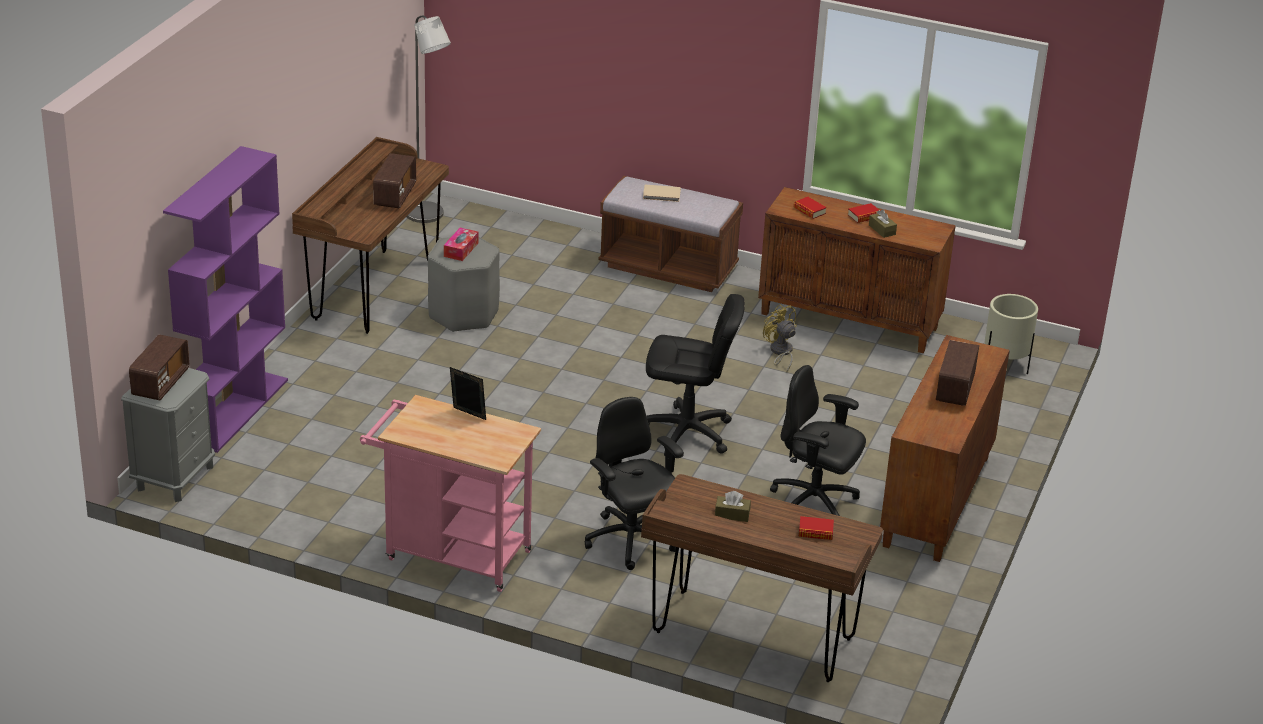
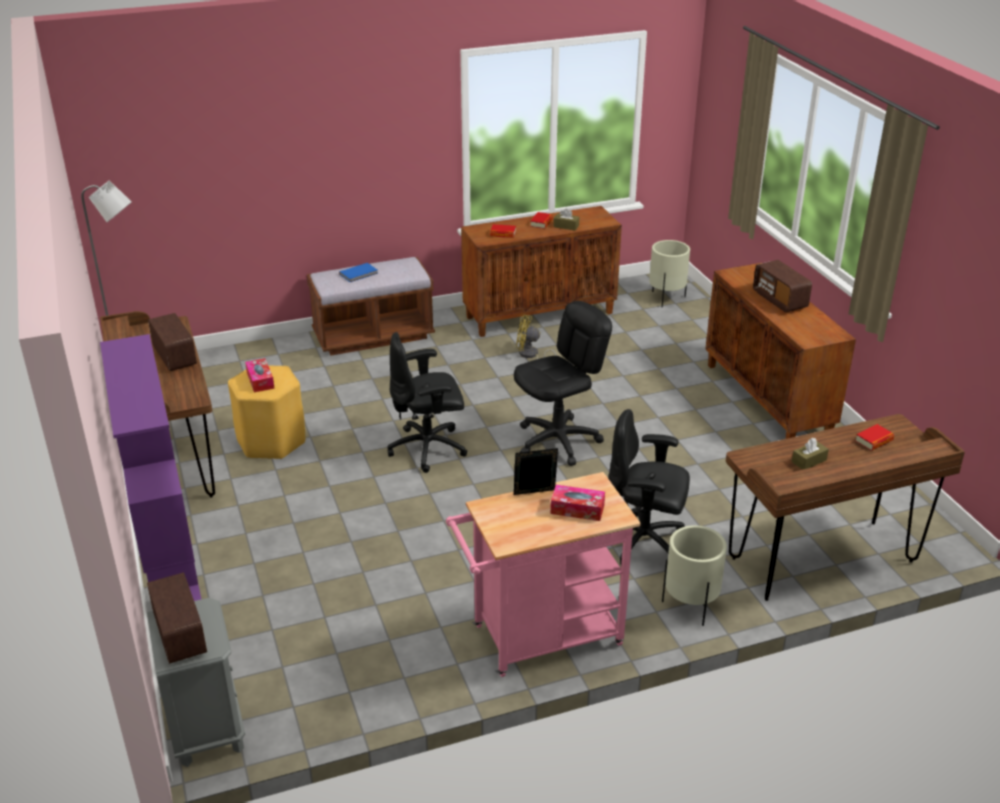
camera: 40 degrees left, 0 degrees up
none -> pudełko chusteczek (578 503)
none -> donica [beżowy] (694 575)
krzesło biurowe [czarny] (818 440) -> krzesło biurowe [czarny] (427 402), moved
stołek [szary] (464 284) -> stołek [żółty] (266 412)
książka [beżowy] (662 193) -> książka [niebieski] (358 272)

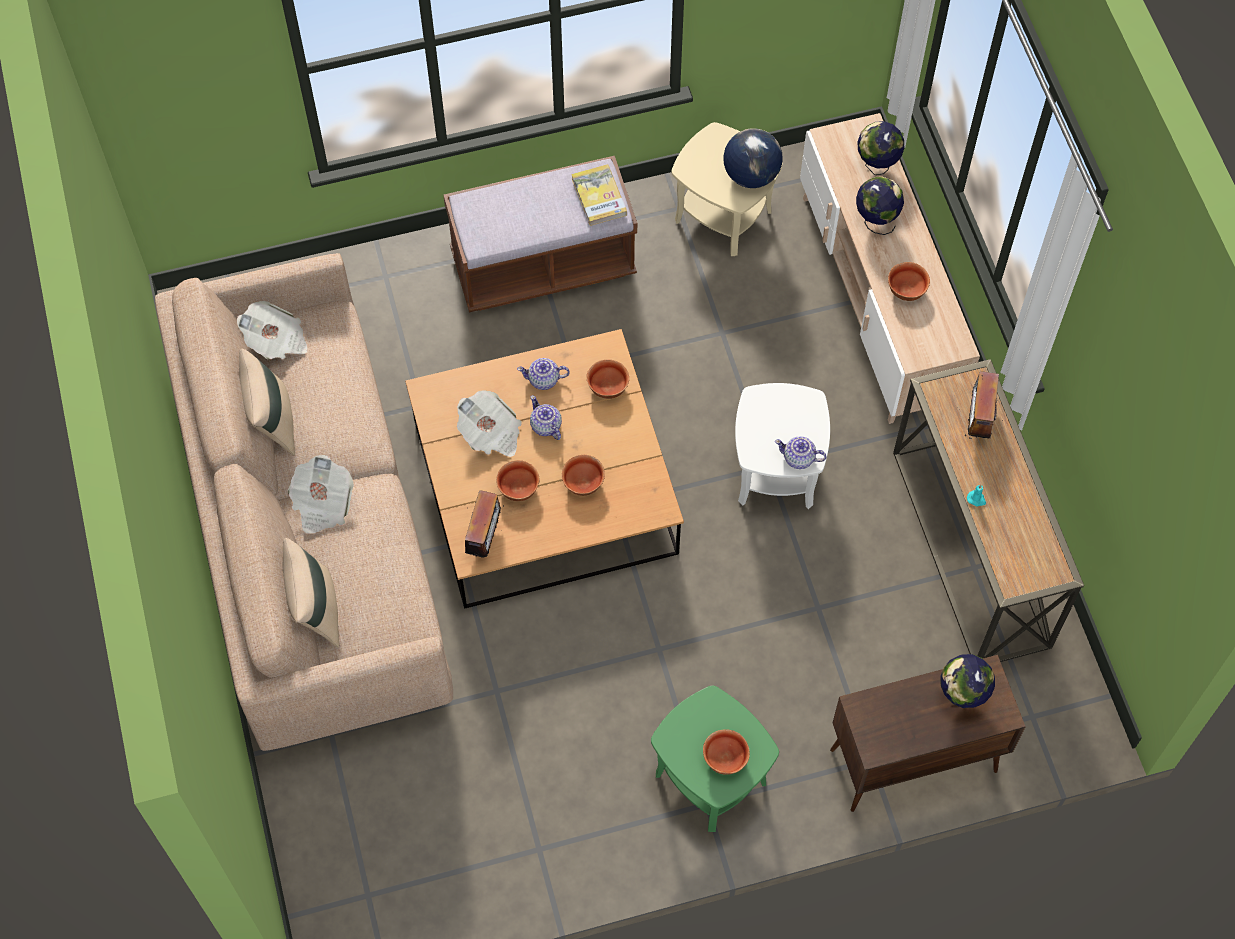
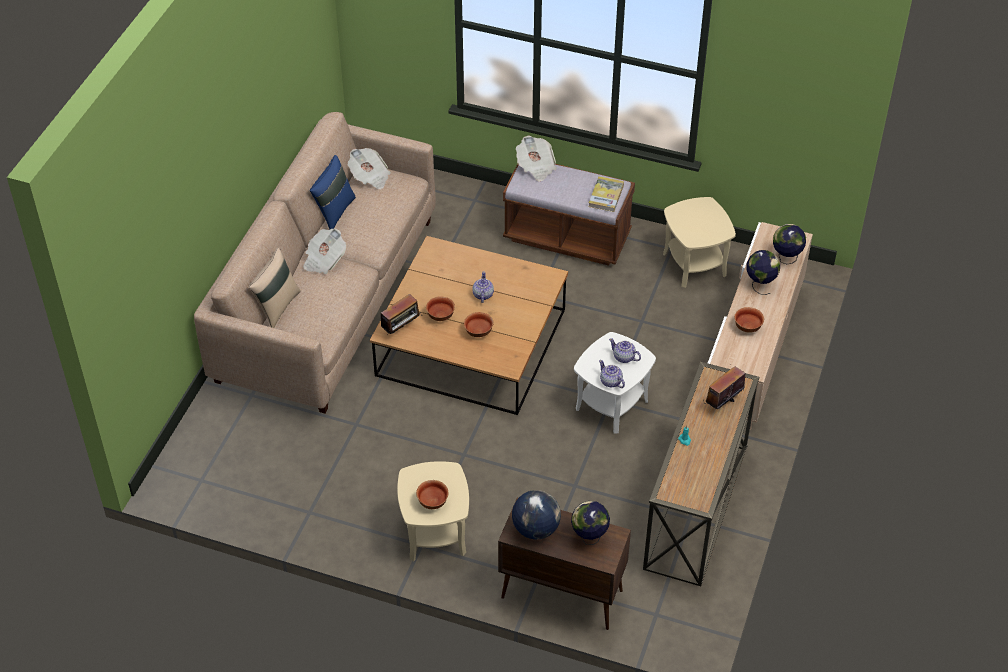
camera: 35 degrees right, 15 degrees down
miska (608 379) -> none
gazeta (489 424) -> gazeta (536 158), moved
imbryk (543 374) -> imbryk (625 350), moved
globus (753 158) -> globus (536 514), moved
poduszka [beżowy] (267 402) -> poduszka [niebieski] (333 192)
stolik [zielony] (715 759) -> stolik [beżowy] (433 511)

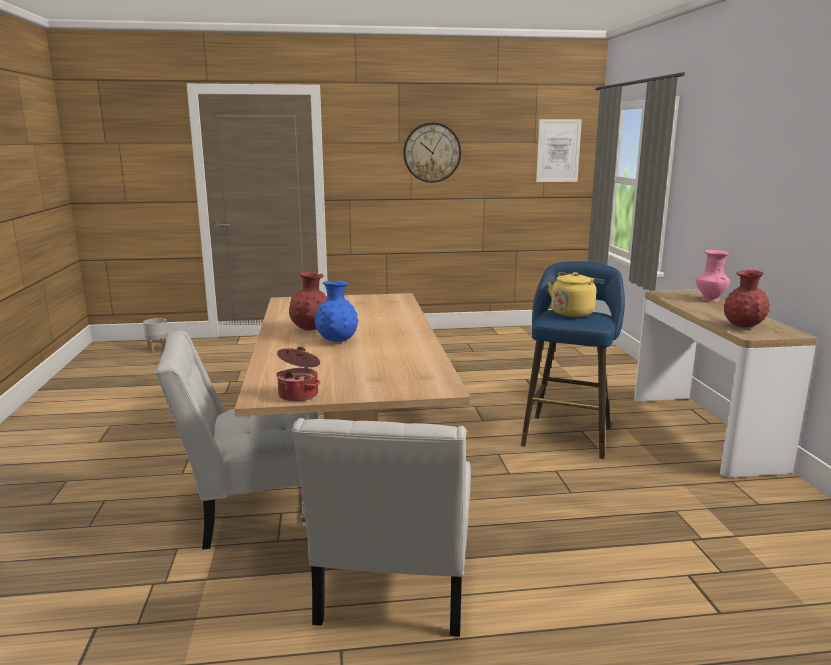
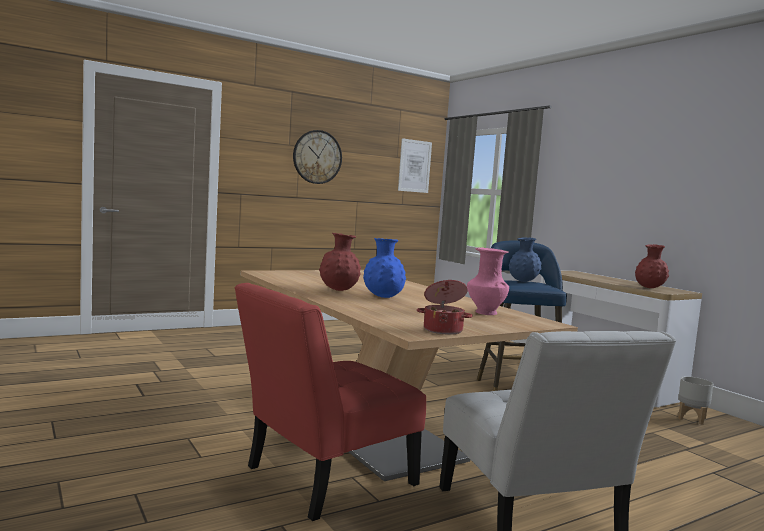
camera: 25 degrees left, 10 degrees down
donica [szary] (155 335) -> donica [szary] (695 400), moved
wazon [różowy] (713 276) -> wazon [różowy] (488 281), moved
czajnik [żółty] (576 294) -> wazon [niebieski] (525 259)
krzesło [biały] (238 440) -> krzesło [czerwony] (330 402)

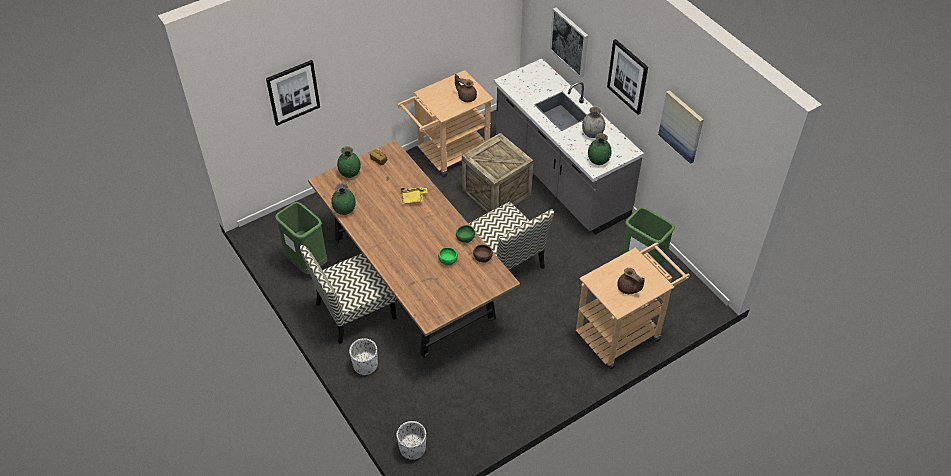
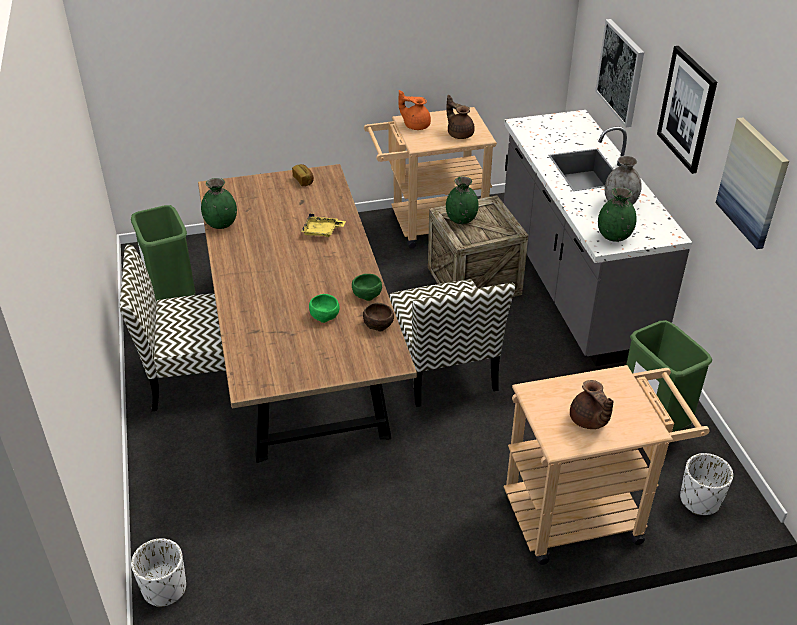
camera: 20 degrees right, 10 degrees down
obraz (293 93) -> none
none -> imbryk [pomarańczowy] (414 110)
wazon [zielony] (349 162) -> wazon [zielony] (462 200), moved
donica [biały] (363 356) -> donica [biały] (706 484), moved

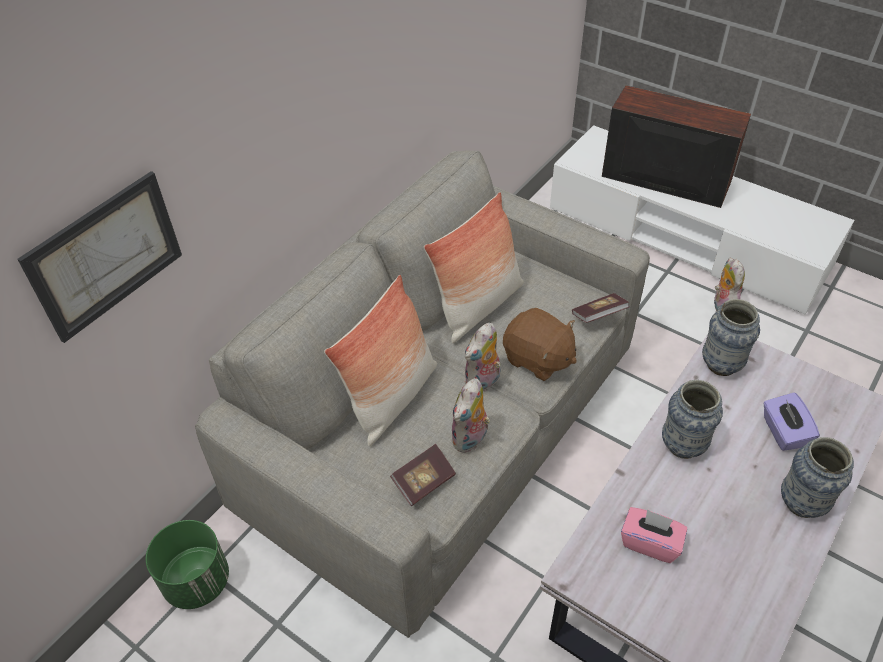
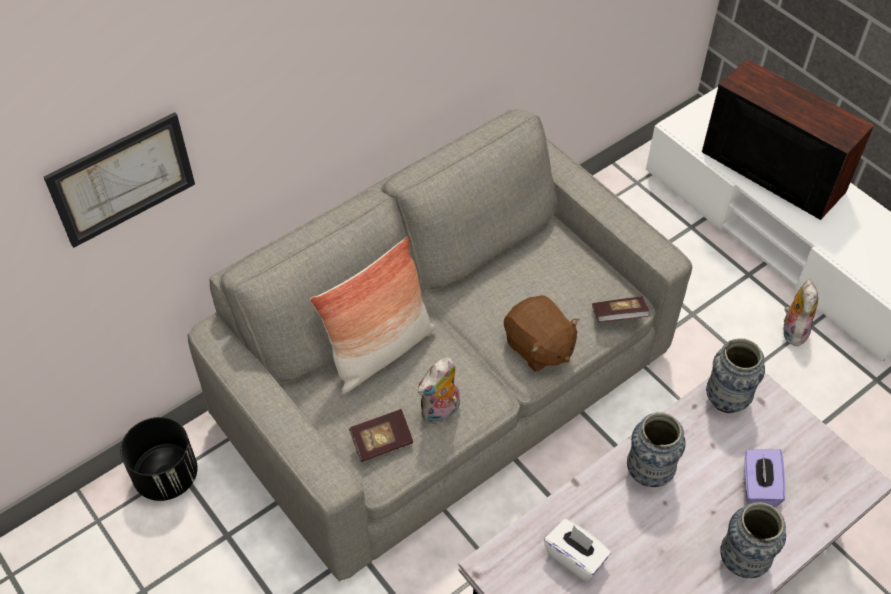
camera: 15 degrees right, 5 degrees up
poduszka (474 267) -> none
pluszak (482 357) -> none
donica [zielony] (187 564) -> donica [czarny] (159 459)
pudełko chusteczek [różowy] (654 535) -> pudełko chusteczek [biały] (577 550)

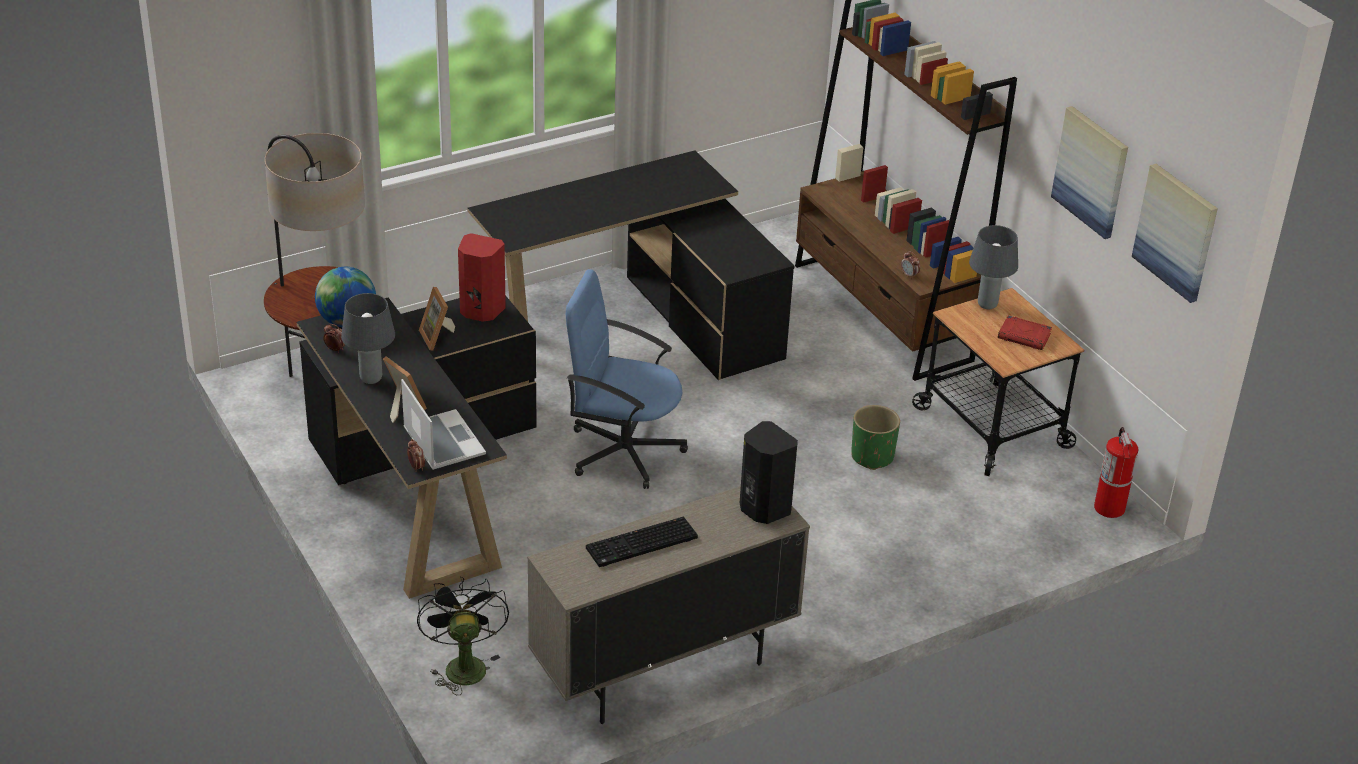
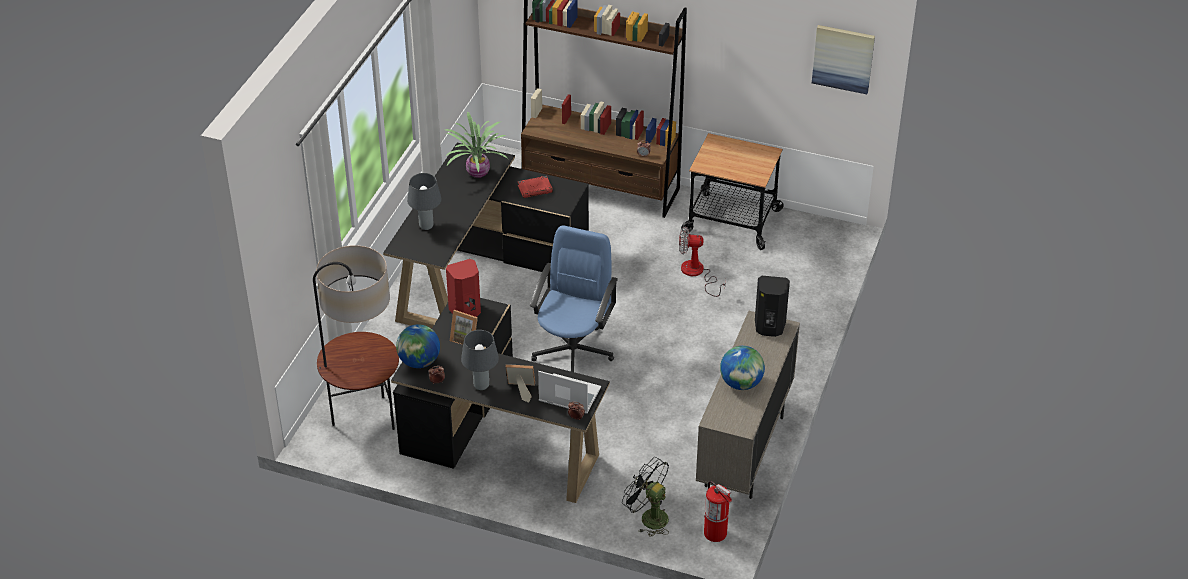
camera: 40 degrees left, 5 degrees up
obraz (1089 172) -> none
none -> roślina doniczkowa (476 145)
lampa stołowa [szary] (993 267) -> lampa stołowa [szary] (424 201), moved
książka [czerwony] (1025 332) -> książka [czerwony] (535 187), moved
gaśnica (1116 472) -> gaśnica (718 511), moved
klawiatura (642 542) -> globus (742 368)
donica [zielony] (875 437) -> wentylator (702 261)
krzesło biurowe [niebieski] (627 379) -> krzesło biurowe [niebieski] (574 298), 135 degrees clockwise

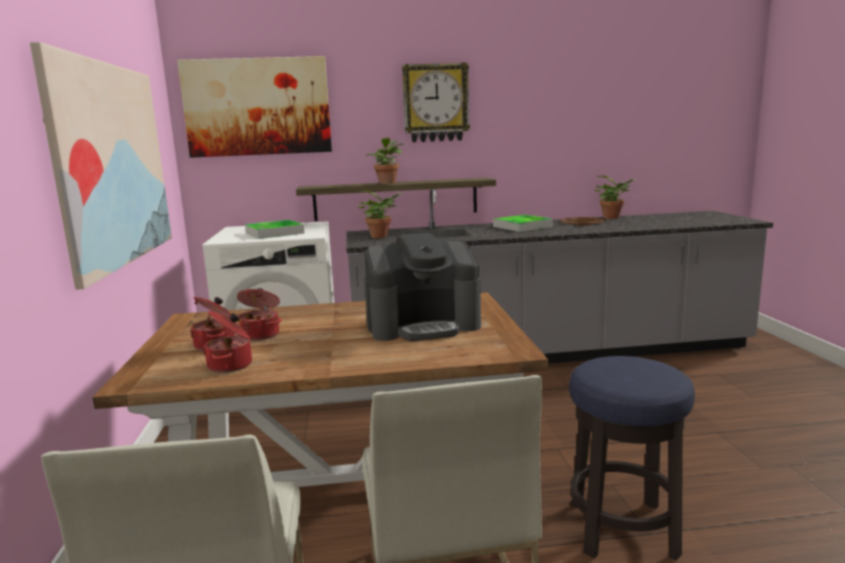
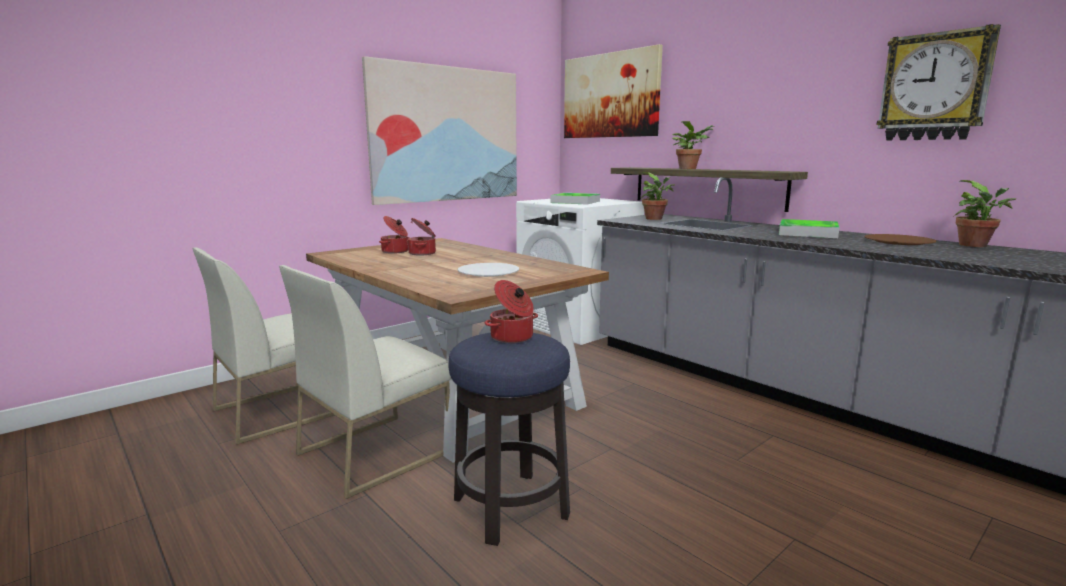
camera: 55 degrees right, 0 degrees up
garnek (227 342) -> garnek (511 311), moved
zegar ścienny (436 102) -> zegar ścienny (939 82), moved
ekspres do kawy (422 287) -> talerz [biały] (488 270)

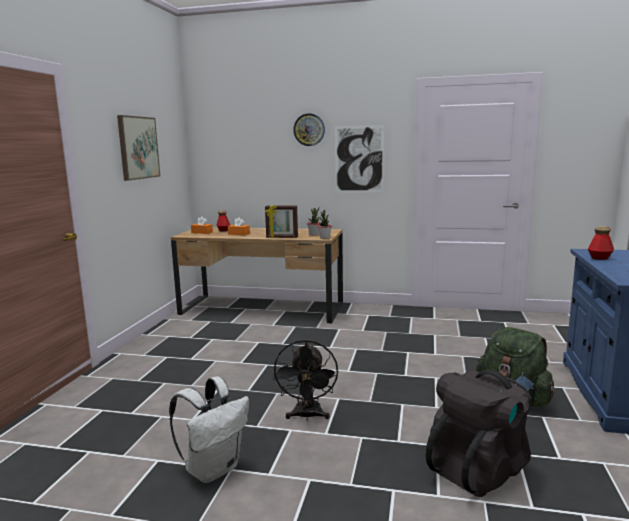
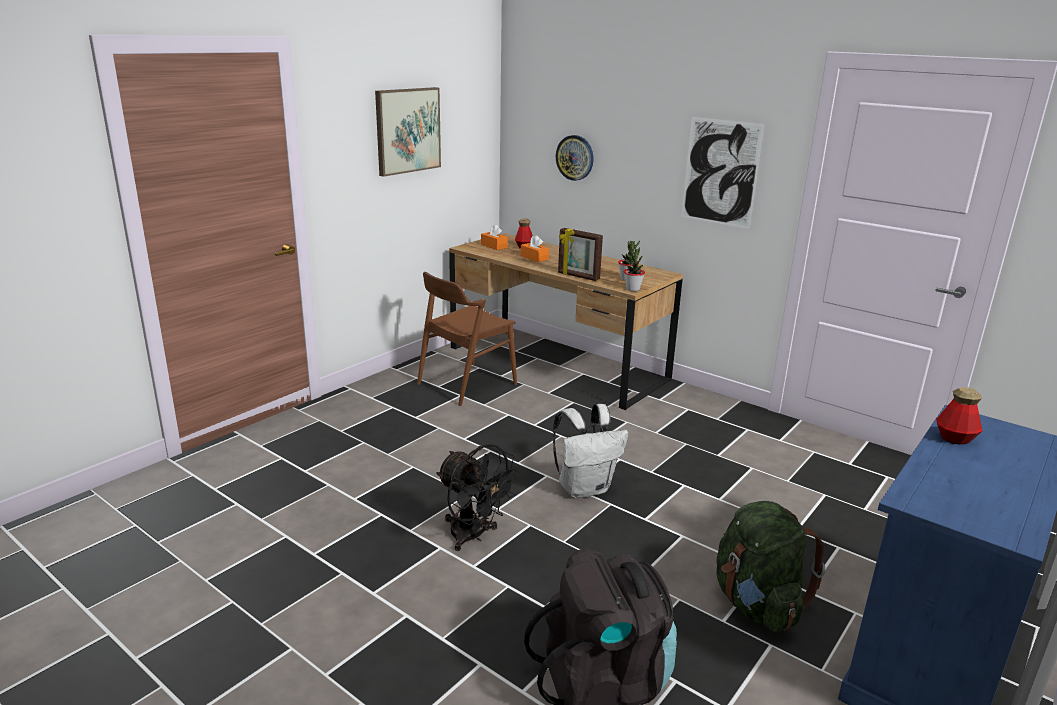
camera: 25 degrees right, 10 degrees up
none -> krzesło [brązowy] (467 339)
plecak [biały] (209 429) -> plecak [biały] (590 451), moved
zegar ścienny (309 129) -> zegar ścienny (575 158), moved
wentylator [czarny] (305 380) -> wentylator [czarny] (478 497), 75 degrees counterclockwise

